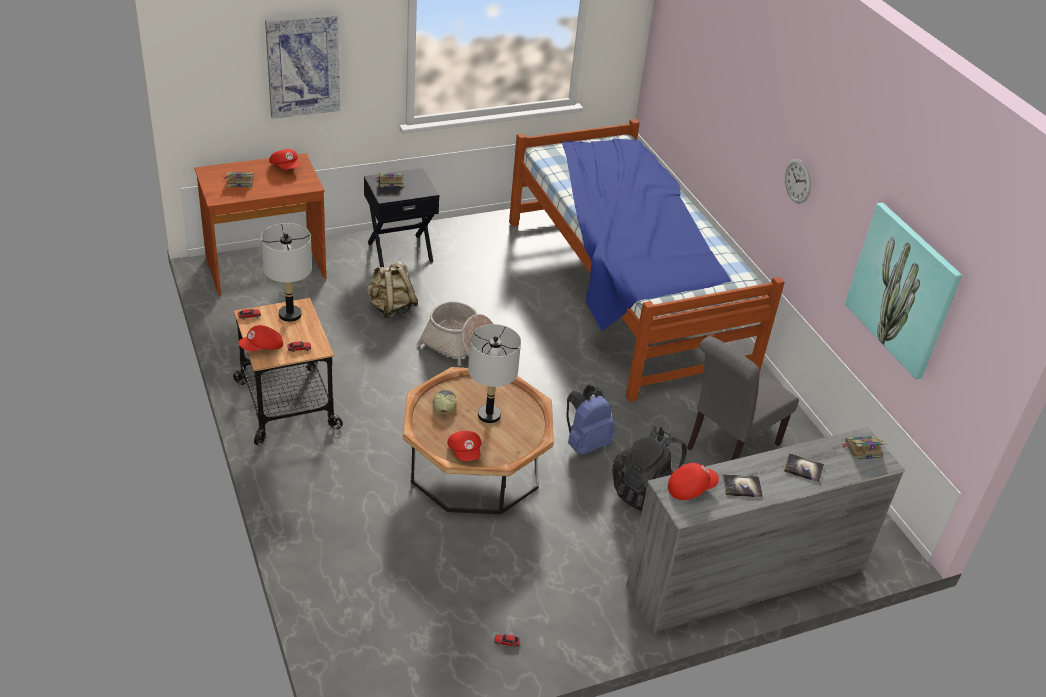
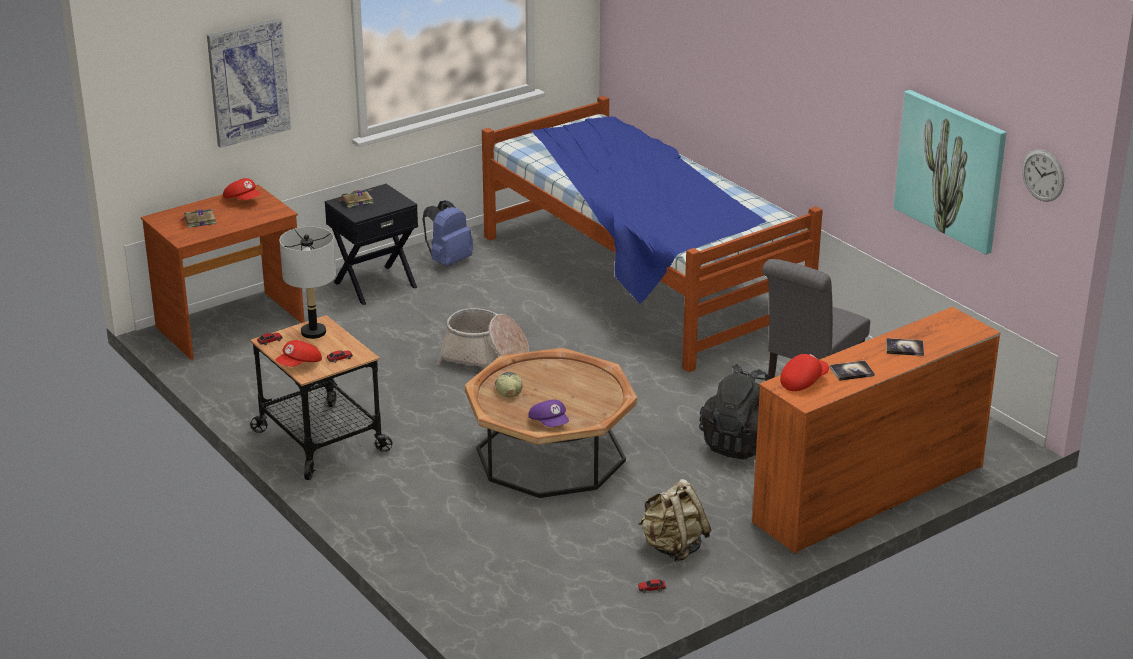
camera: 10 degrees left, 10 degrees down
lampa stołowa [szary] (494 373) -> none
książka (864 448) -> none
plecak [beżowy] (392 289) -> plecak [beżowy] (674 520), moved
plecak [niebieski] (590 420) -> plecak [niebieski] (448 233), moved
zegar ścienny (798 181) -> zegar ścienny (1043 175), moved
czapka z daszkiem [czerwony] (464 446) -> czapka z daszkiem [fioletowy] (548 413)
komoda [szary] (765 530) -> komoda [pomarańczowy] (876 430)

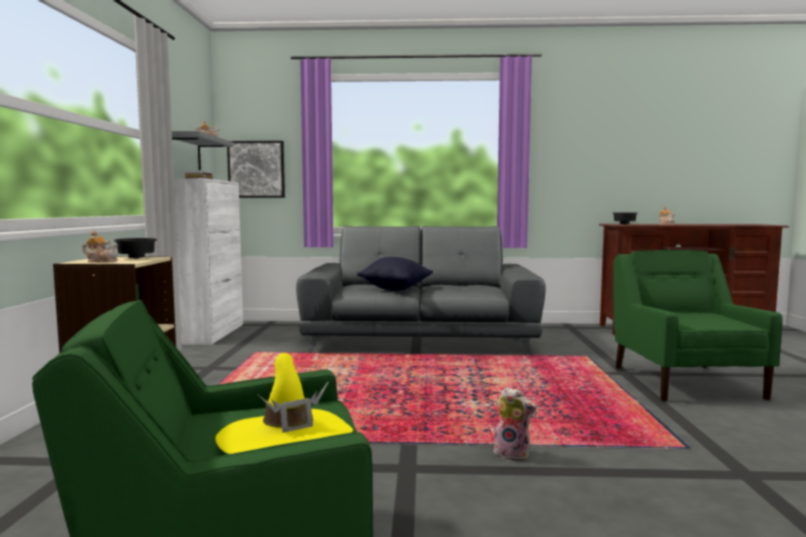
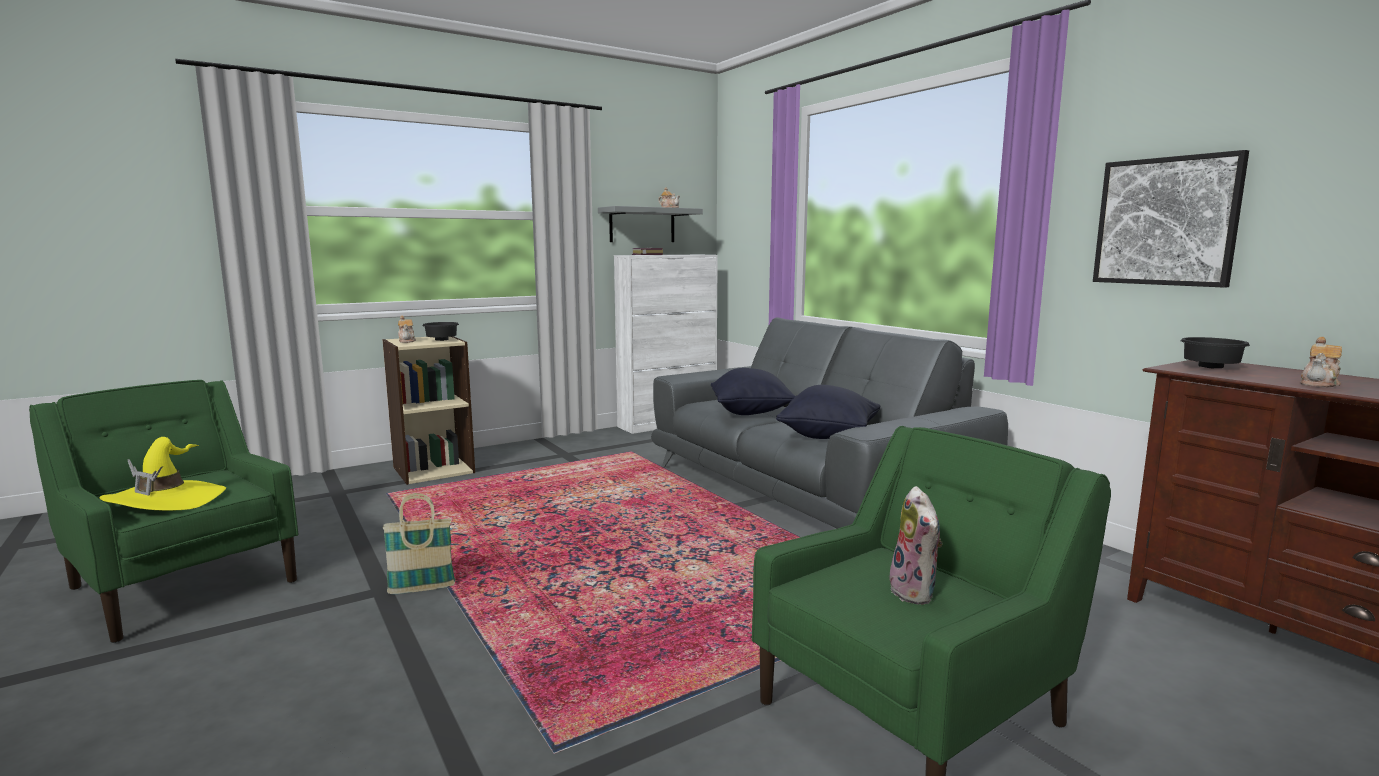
camera: 55 degrees right, 5 degrees up
none -> koszyk (419 543)
none -> poduszka [czarny] (828 412)
obraz (256 169) -> obraz (1171 219), moved
pluszak (515 424) -> pluszak (915 545), moved

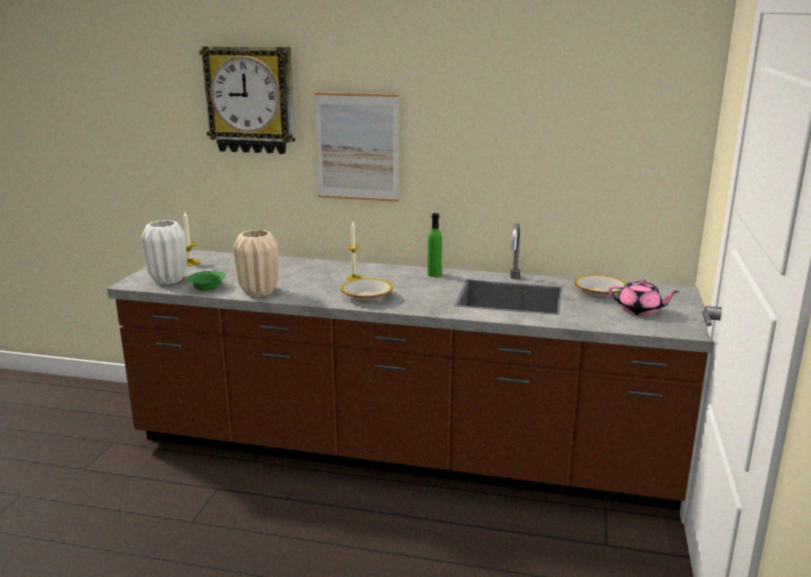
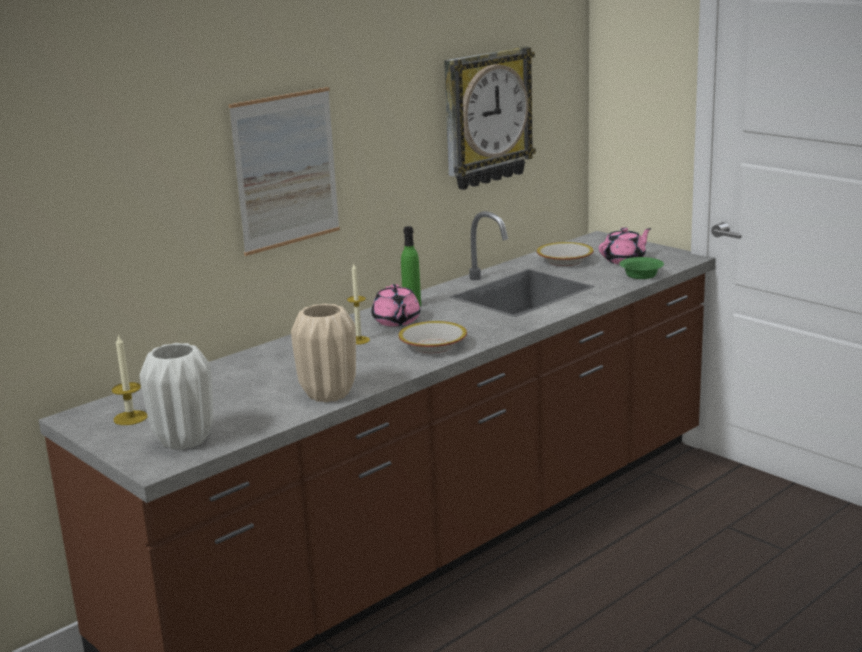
camera: 55 degrees left, 0 degrees up
none -> imbryk [różowy] (396 305)
miska [zielony] (206 281) -> miska [zielony] (641 268), moved
zegar ścienny (247 100) -> zegar ścienny (490 118), moved

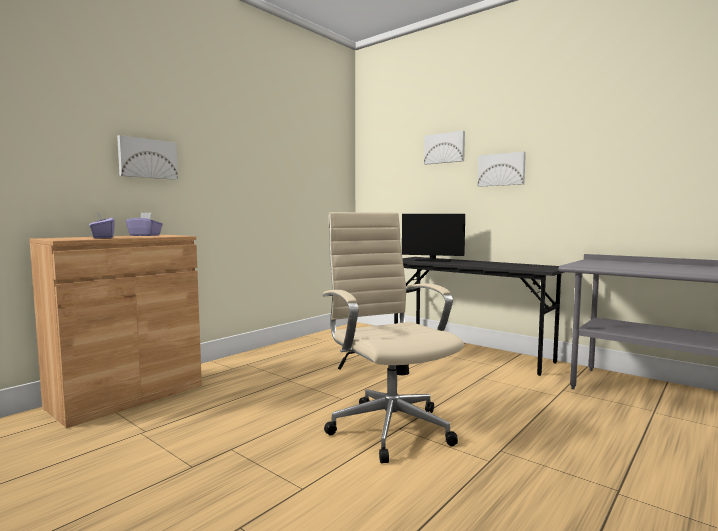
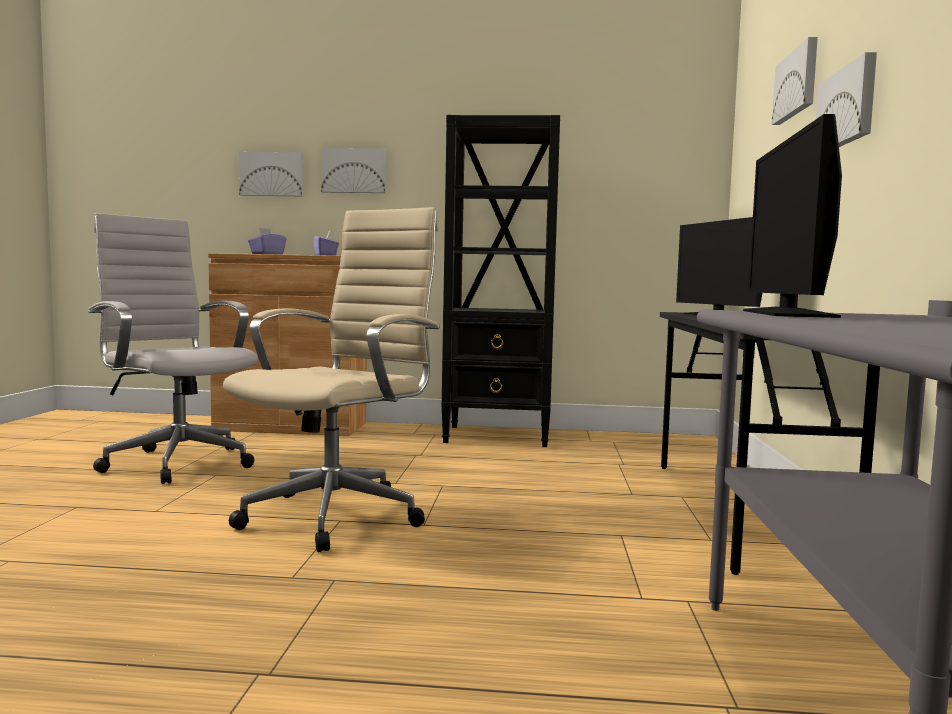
camera: 55 degrees right, 0 degrees up
none -> krzesło biurowe [biały] (173 348)
none -> obraz (271 174)
none -> regał [czarny] (500 281)
none -> monitor (792 216)

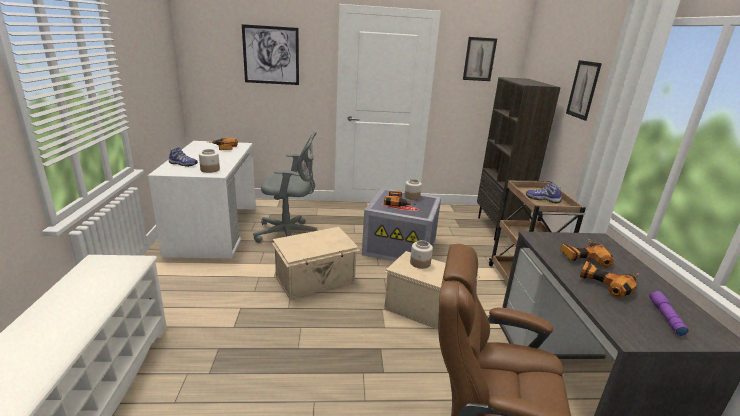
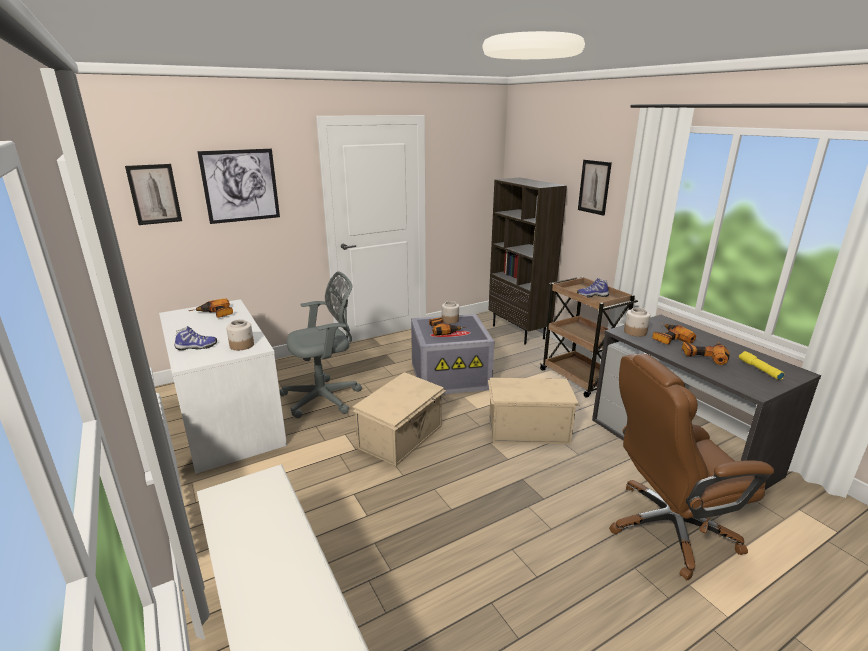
camera: 25 degrees left, 0 degrees up
słoik (421 254) -> słoik (637 322), moved
obraz (480 59) -> obraz (153 194), moved
latarka [fioletowy] (669 313) -> latarka [żółty] (762 365)

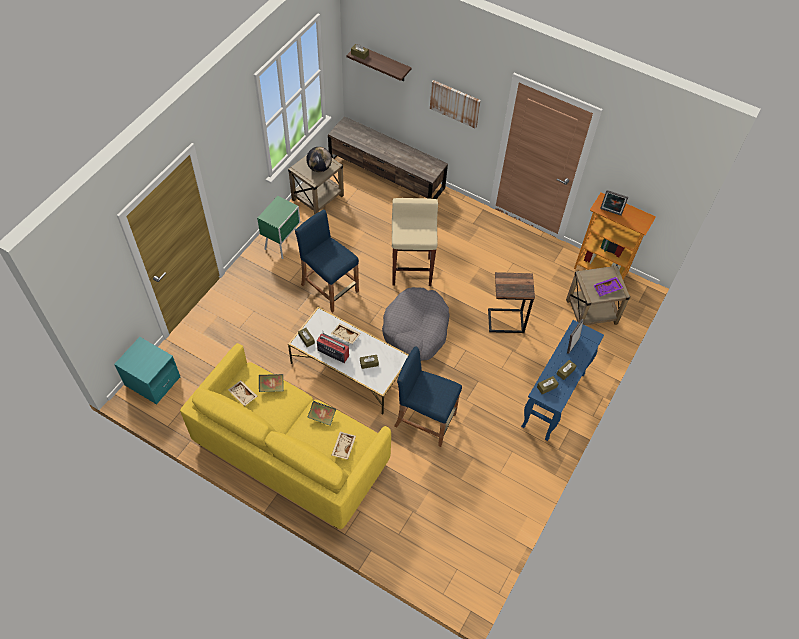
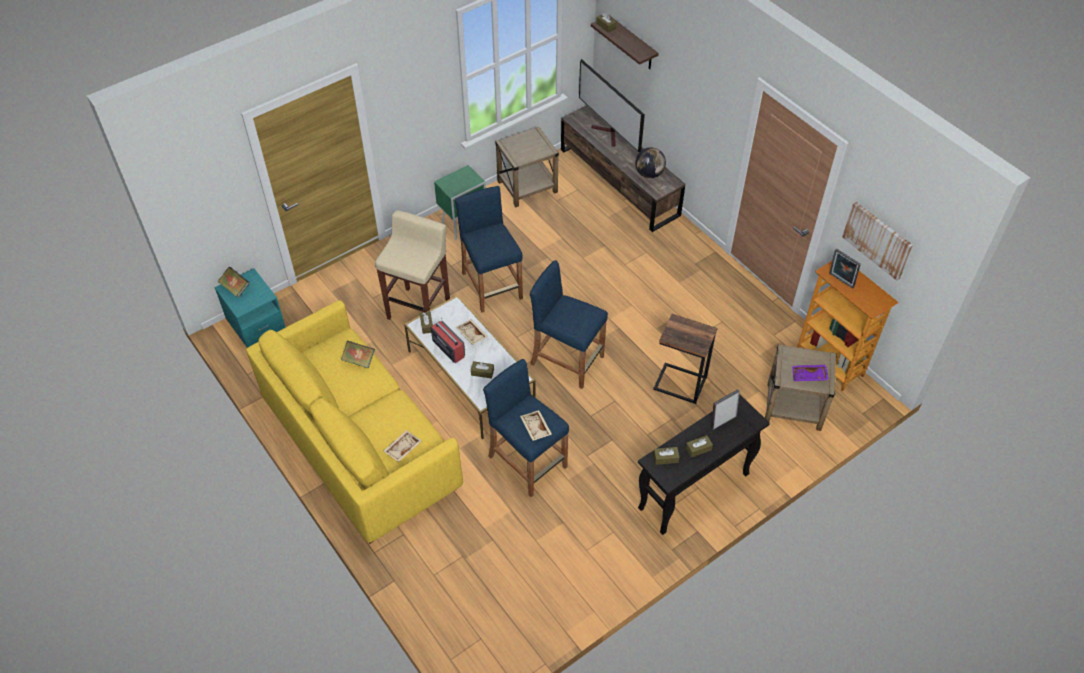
camera: 25 degrees right, 5 degrees down
none -> telewizor (612 105)
taca [beżowy] (243 393) -> taca [beżowy] (536 425), moved
globus (319 159) -> globus (650 162), moved
książka (321 413) -> książka (234 282), moved
stołek [beżowy] (415 242) -> stołek [beżowy] (412 265), moved
obraz (455 104) -> obraz (877 241), moved
legowisko [szary] (416 324) -> stołek [niebieski] (569 324)
stolik konsolowy [niebieski] (562 380) -> stolik konsolowy [czarny] (704 464)

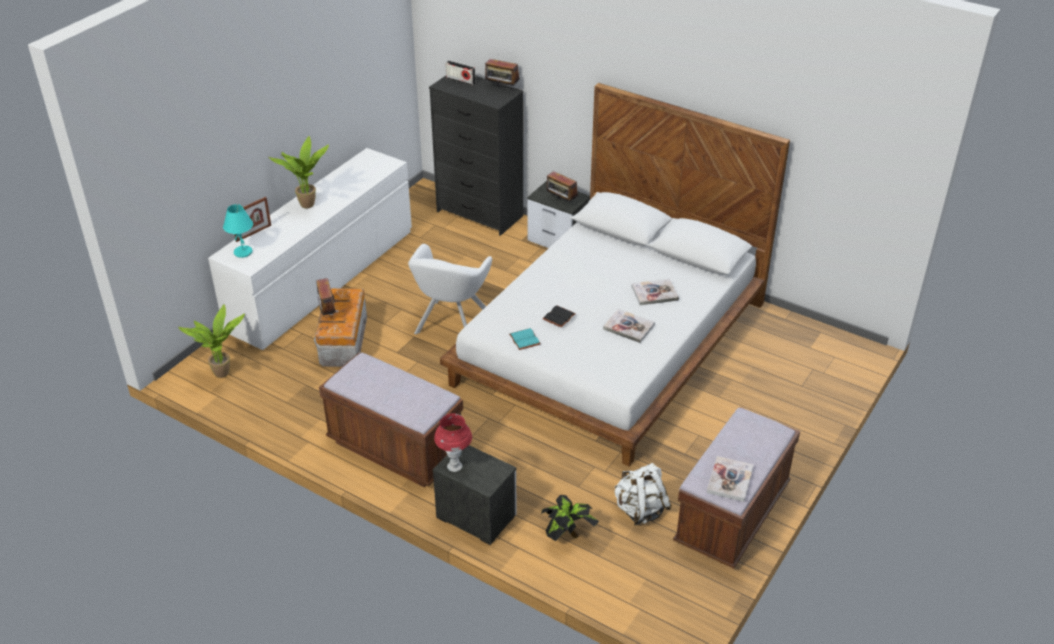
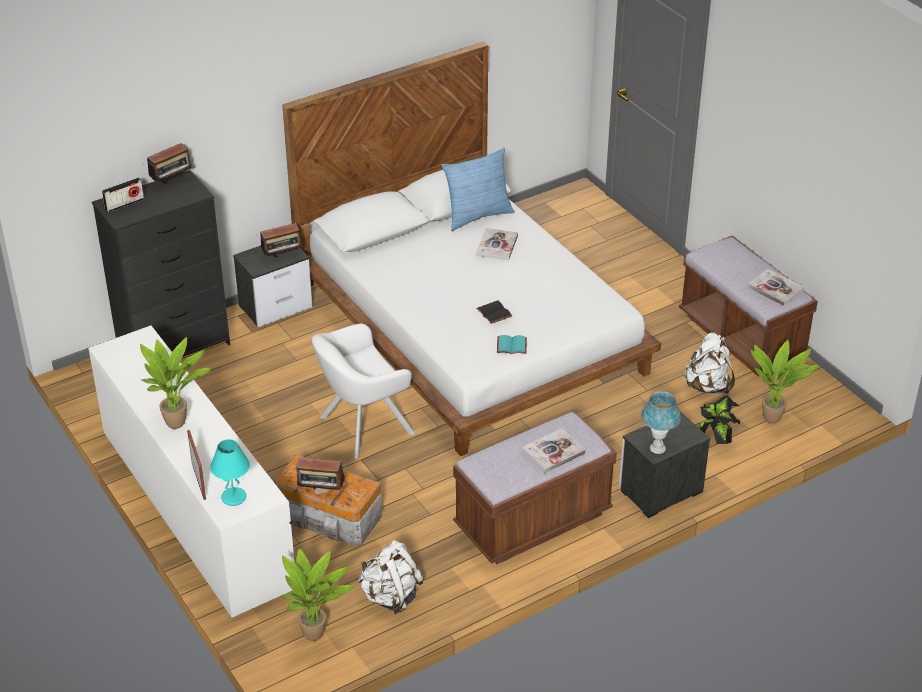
camera: 65 degrees left, 0 degrees up
none -> plecak [biały] (390 577)
none -> poduszka (478 189)
none -> roślina doniczkowa (784 381)
książka (629 326) -> książka (554 450), moved
lampa stołowa [czerwony] (453 442) -> lampa stołowa [niebieski] (661 422)
fotel [biały] (450 289) -> fotel [biały] (363 391), 105 degrees clockwise

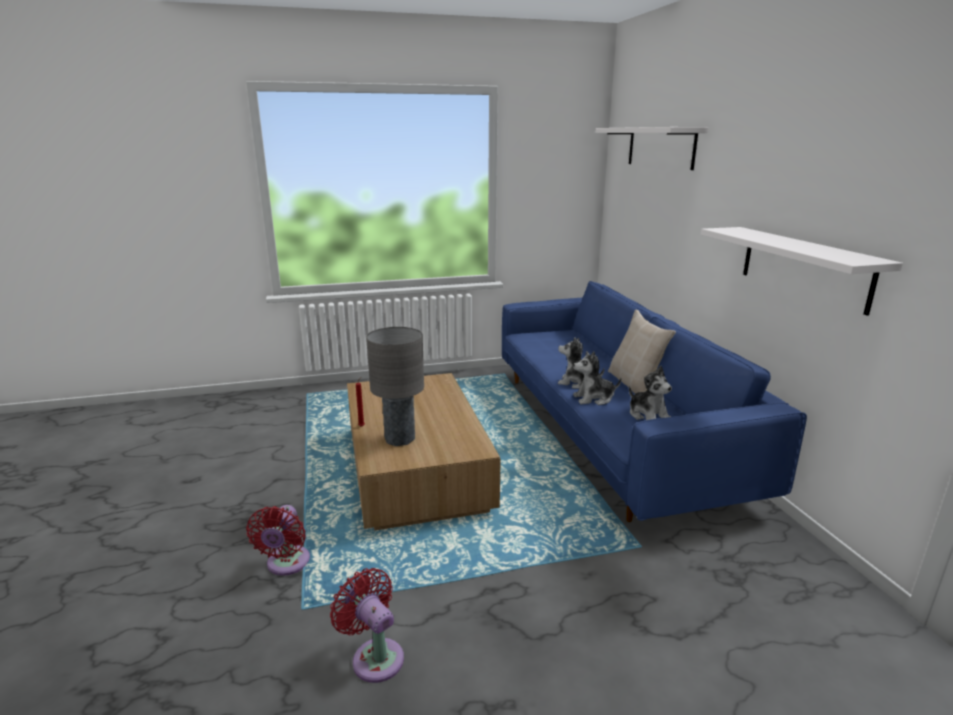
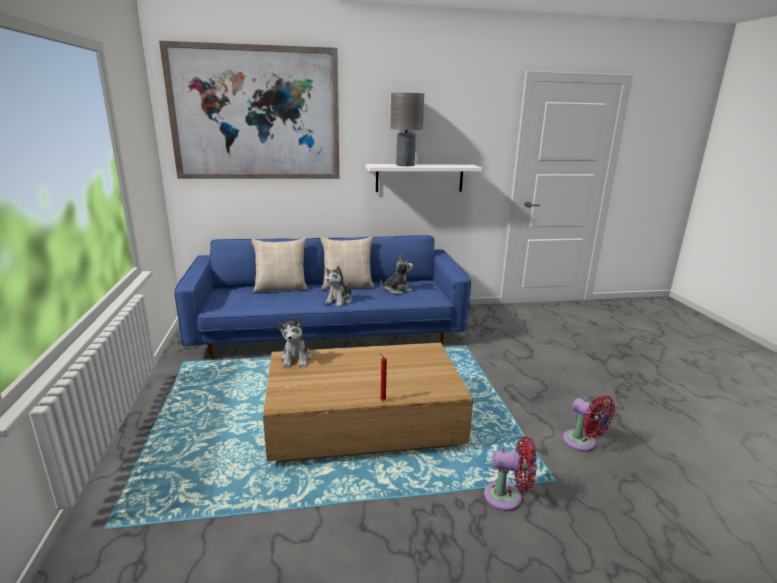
camera: 85 degrees left, 0 degrees up
none -> poduszka [beżowy] (279 265)
lampa stołowa [szary] (395 386) -> lampa stołowa [szary] (407 129), moved
pluszak (597 378) -> pluszak (294 342), moved
półka [biały] (651 148) -> obraz (249 110)
wentylator [czerwony] (367 625) -> wentylator [czerwony] (589 423), 90 degrees counterclockwise

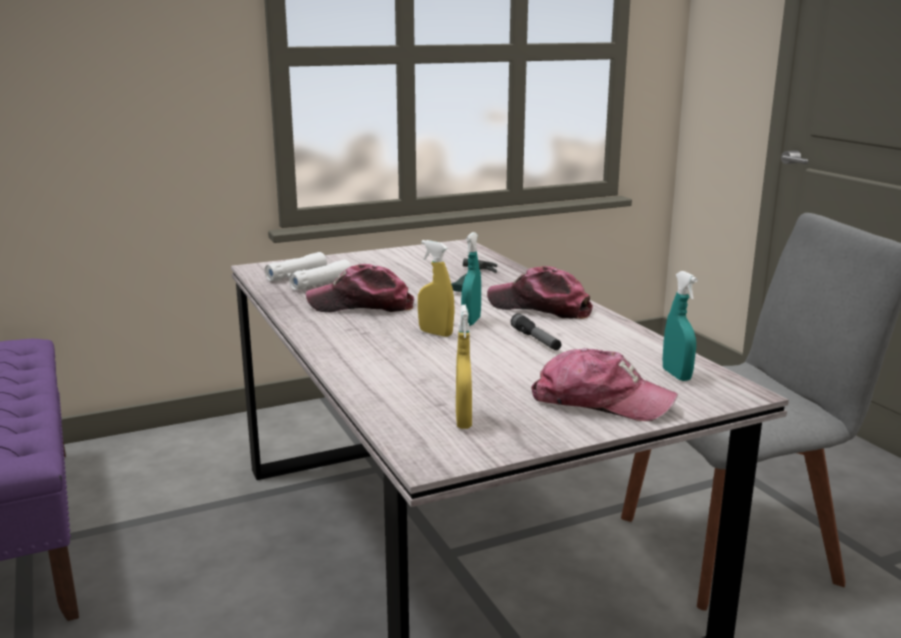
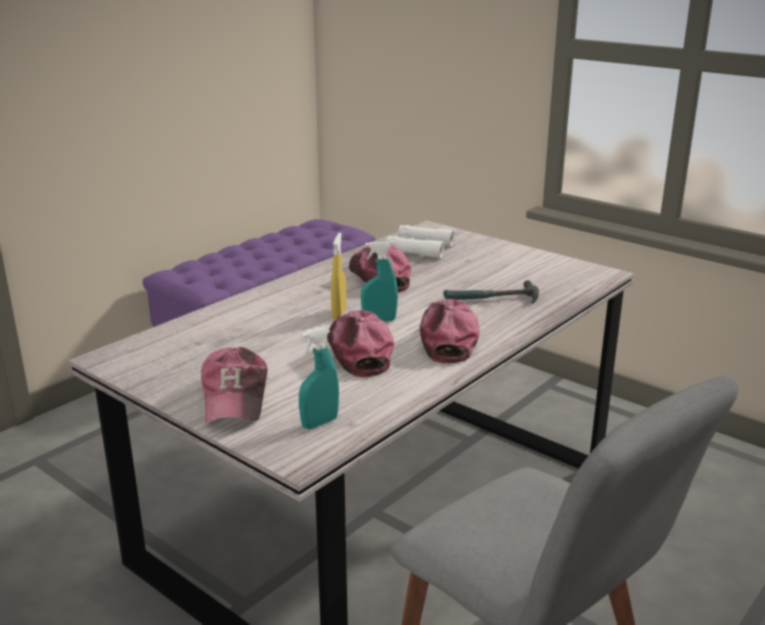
camera: 65 degrees right, 5 degrees up
spryskiwacz [żółty] (464 367) -> none
latarka (536 331) -> czapka z daszkiem (360 344)

